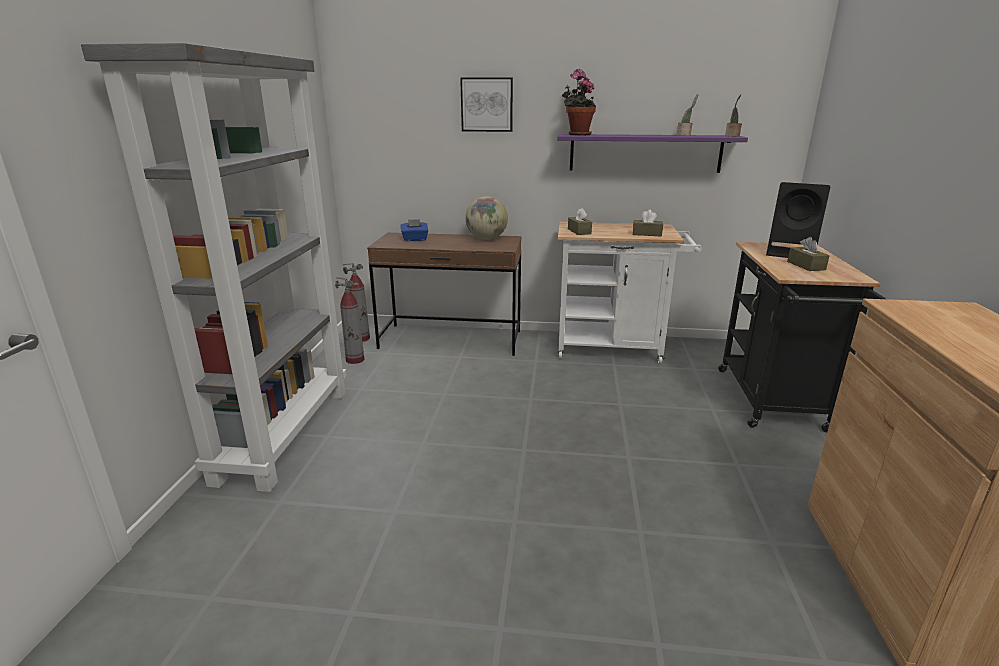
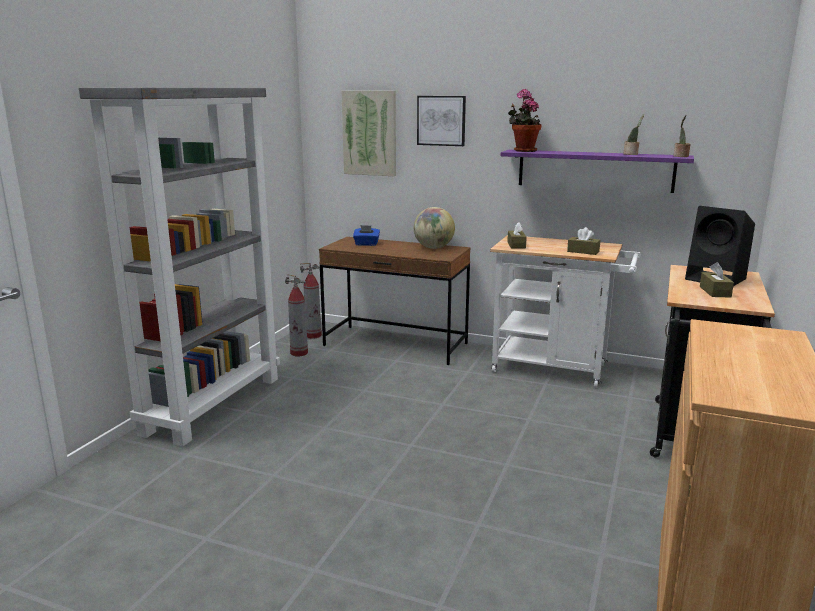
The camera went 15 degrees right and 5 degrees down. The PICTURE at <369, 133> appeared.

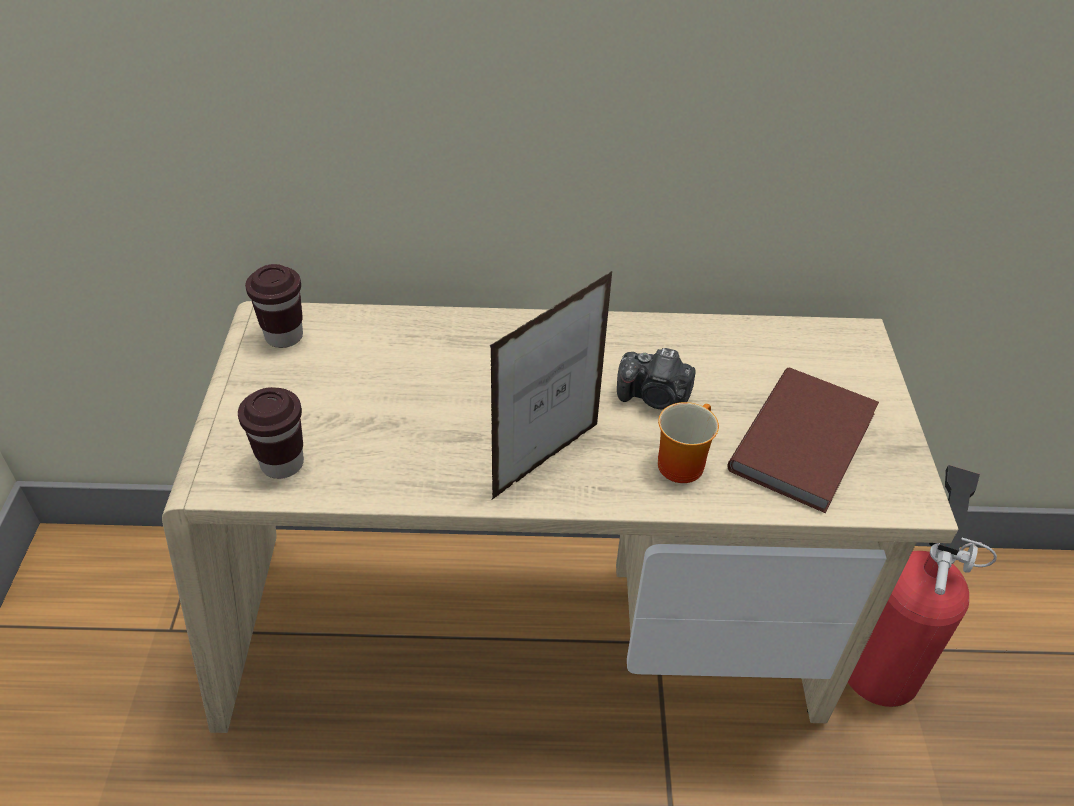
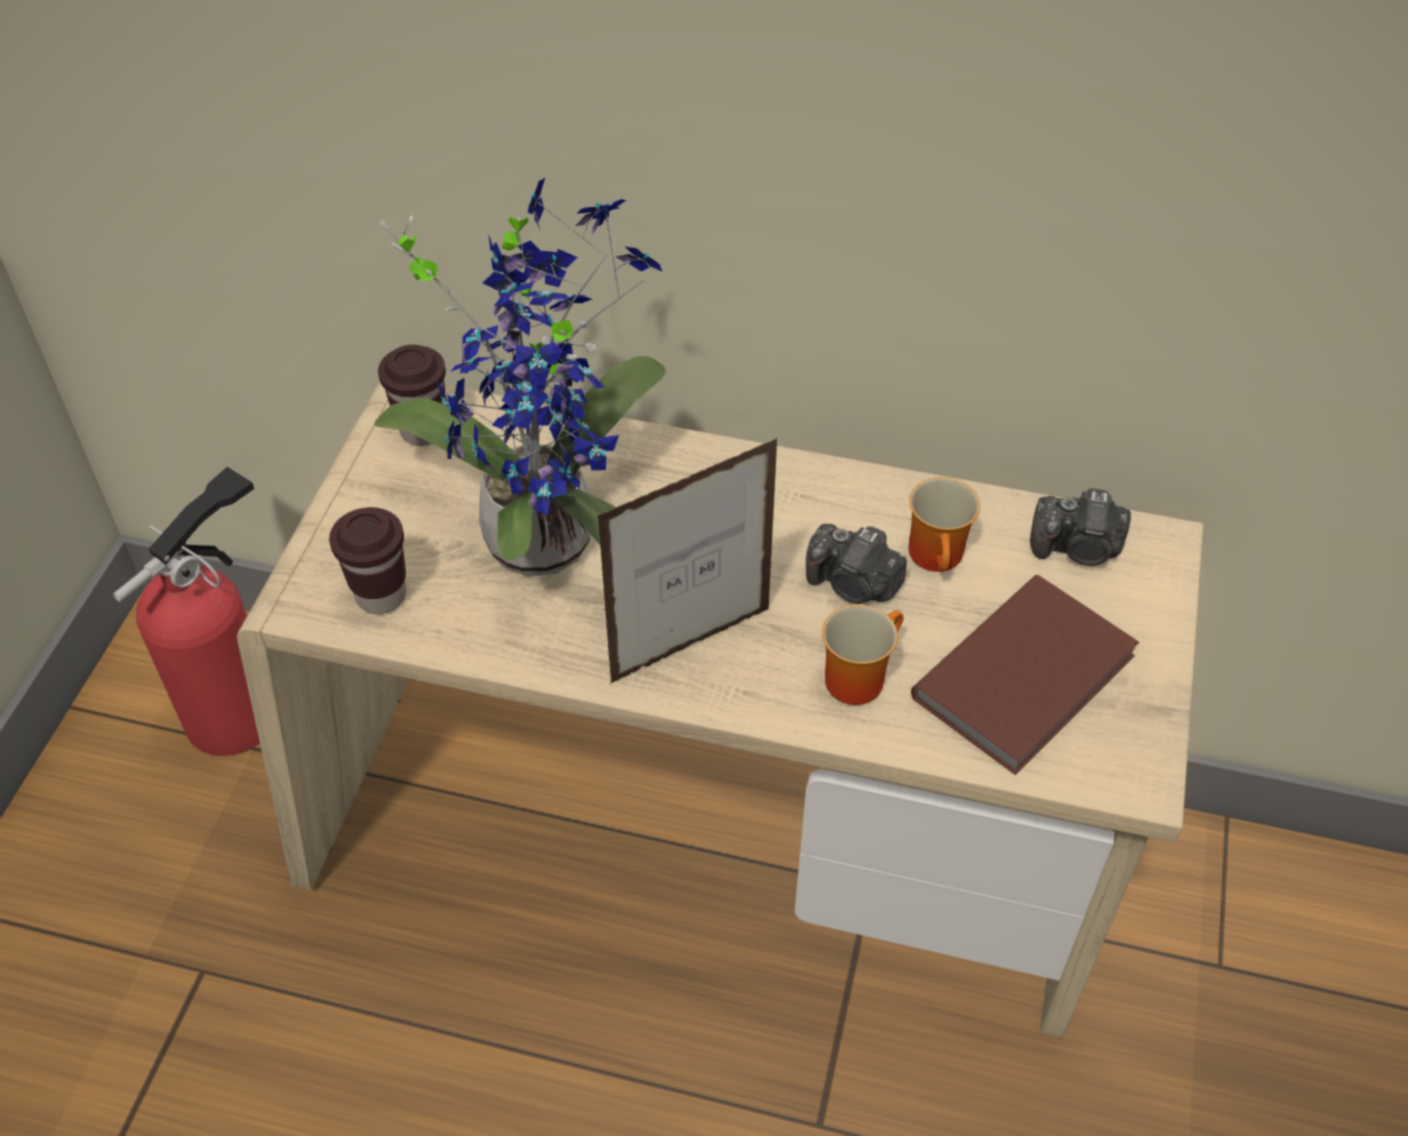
The camera went 15 degrees right and 5 degrees up. The FIRE EXTINGUISHER moved from <922, 586> to <186, 611>. The POTTED PLANT at <520, 377> appeared. The MUG at <944, 524> appeared. The PHOTO CAMERA at <1080, 527> appeared.

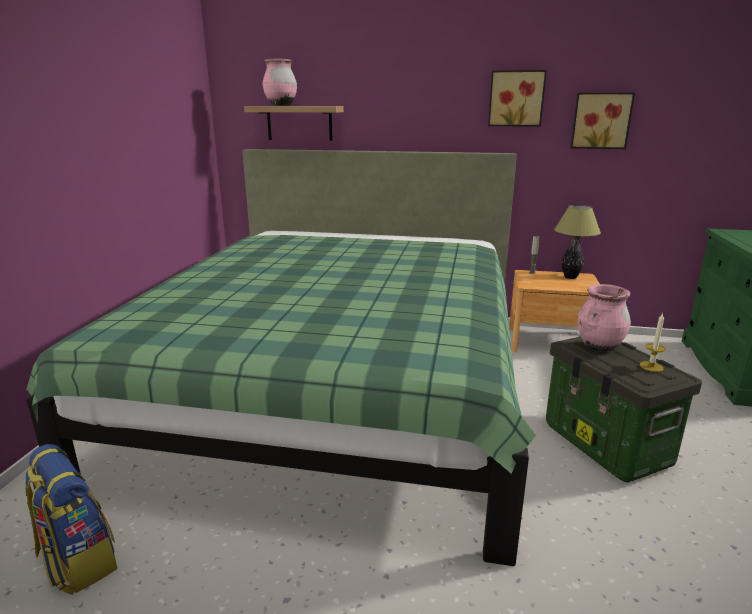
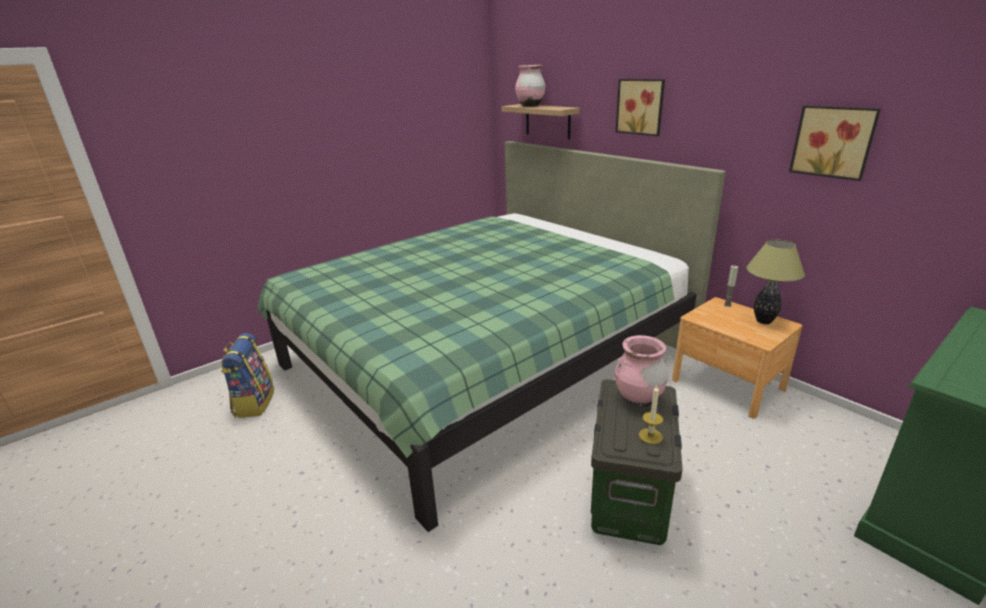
The camera went 40 degrees right and 5 degrees up. The PICTURE moved from <517, 98> to <640, 107>.

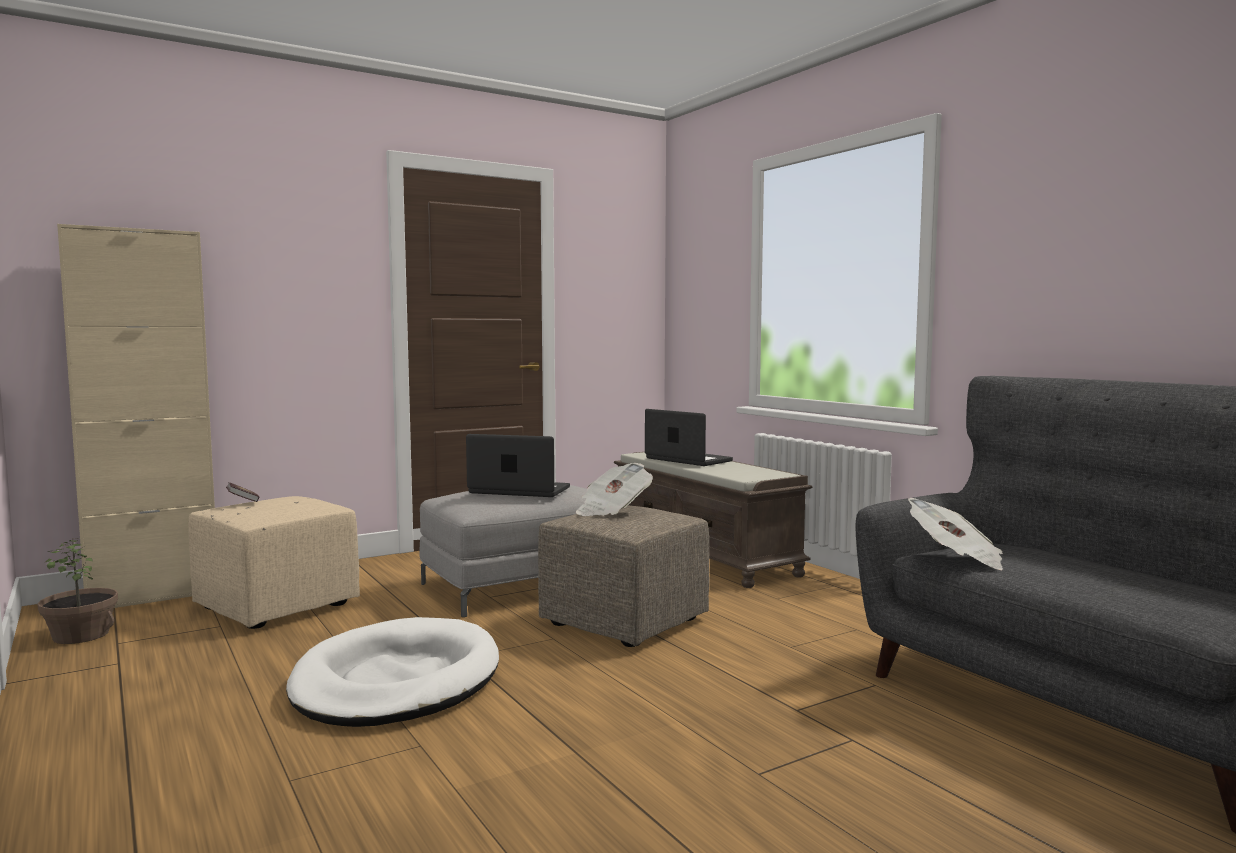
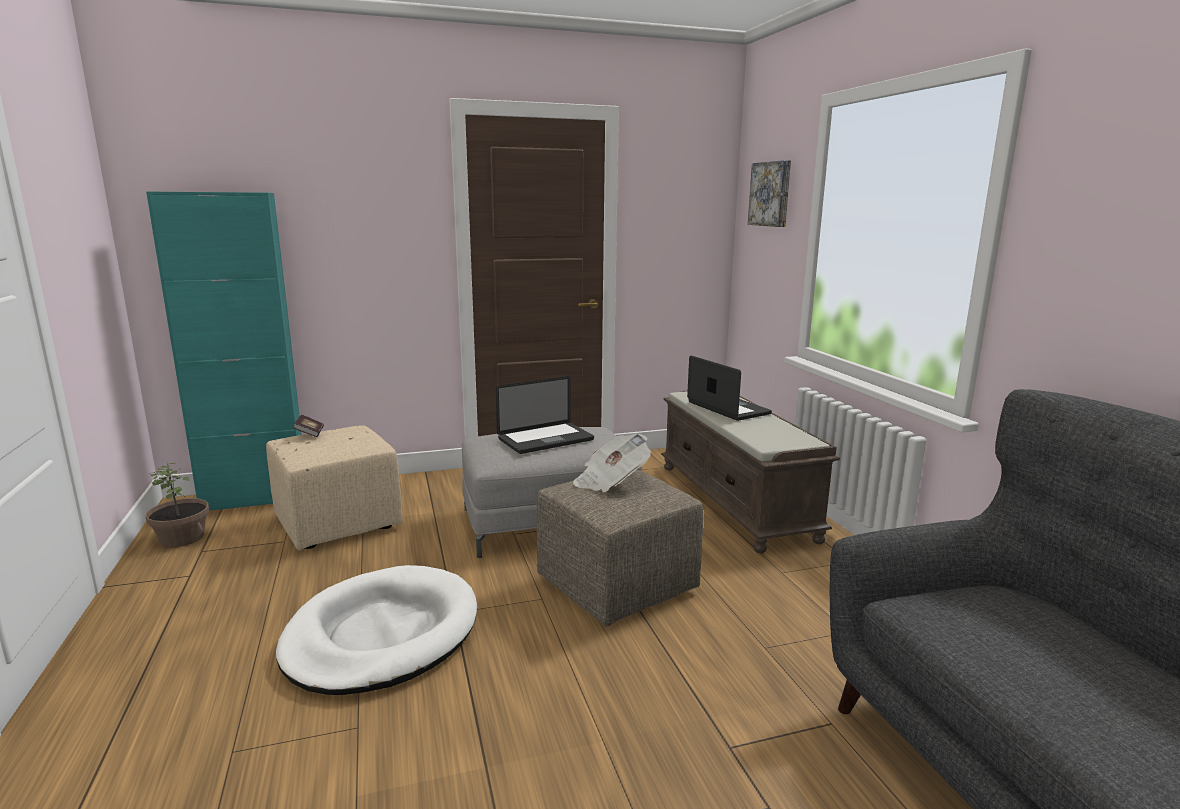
The camera went 15 degrees right and 10 degrees up. The BEIGE CABINET at <136, 416> became the TURQUOISE CABINET at <224, 351>. The LAPTOP at <518, 465> turned 120 degrees clockwise. The NEWSPAPER at <955, 534> disappeared. The PICTURE at <769, 193> appeared.

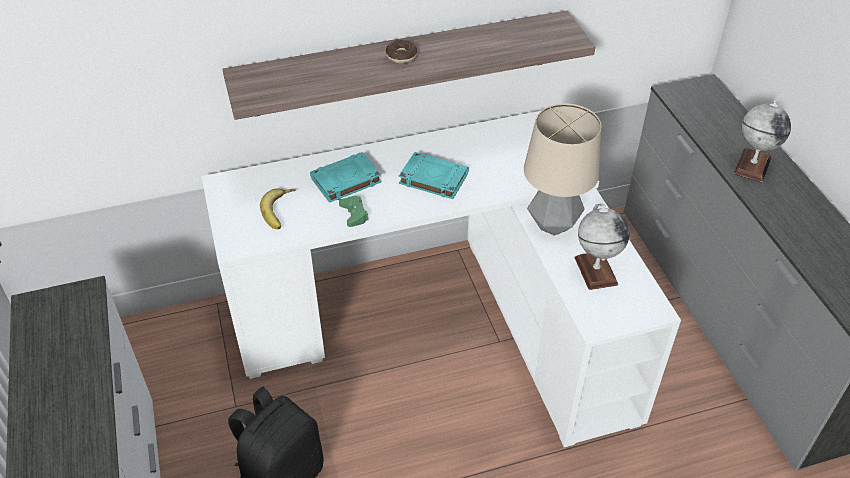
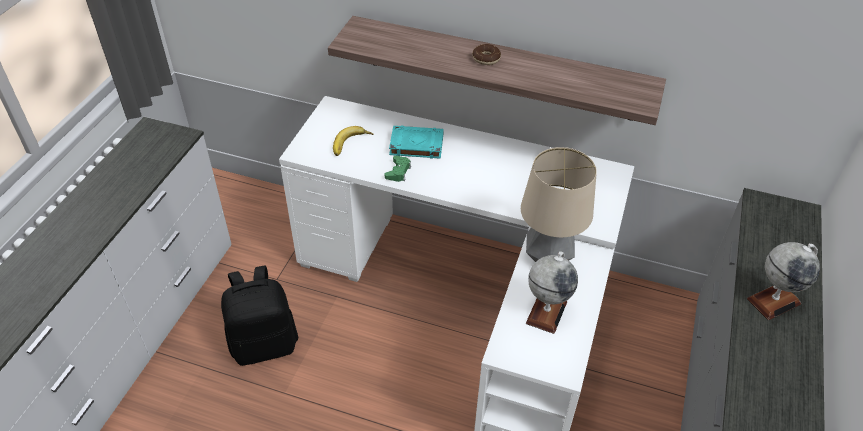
The camera went 35 degrees right and 0 degrees up. The TURQUOISE BOOK at <434, 175> disappeared.

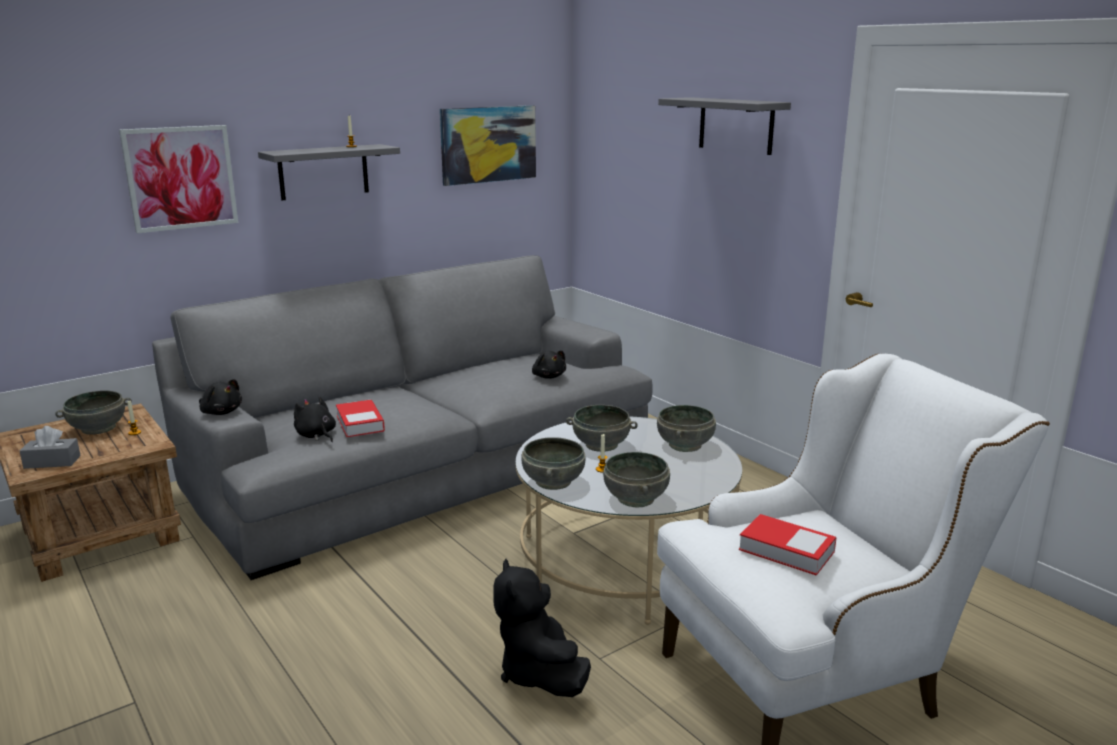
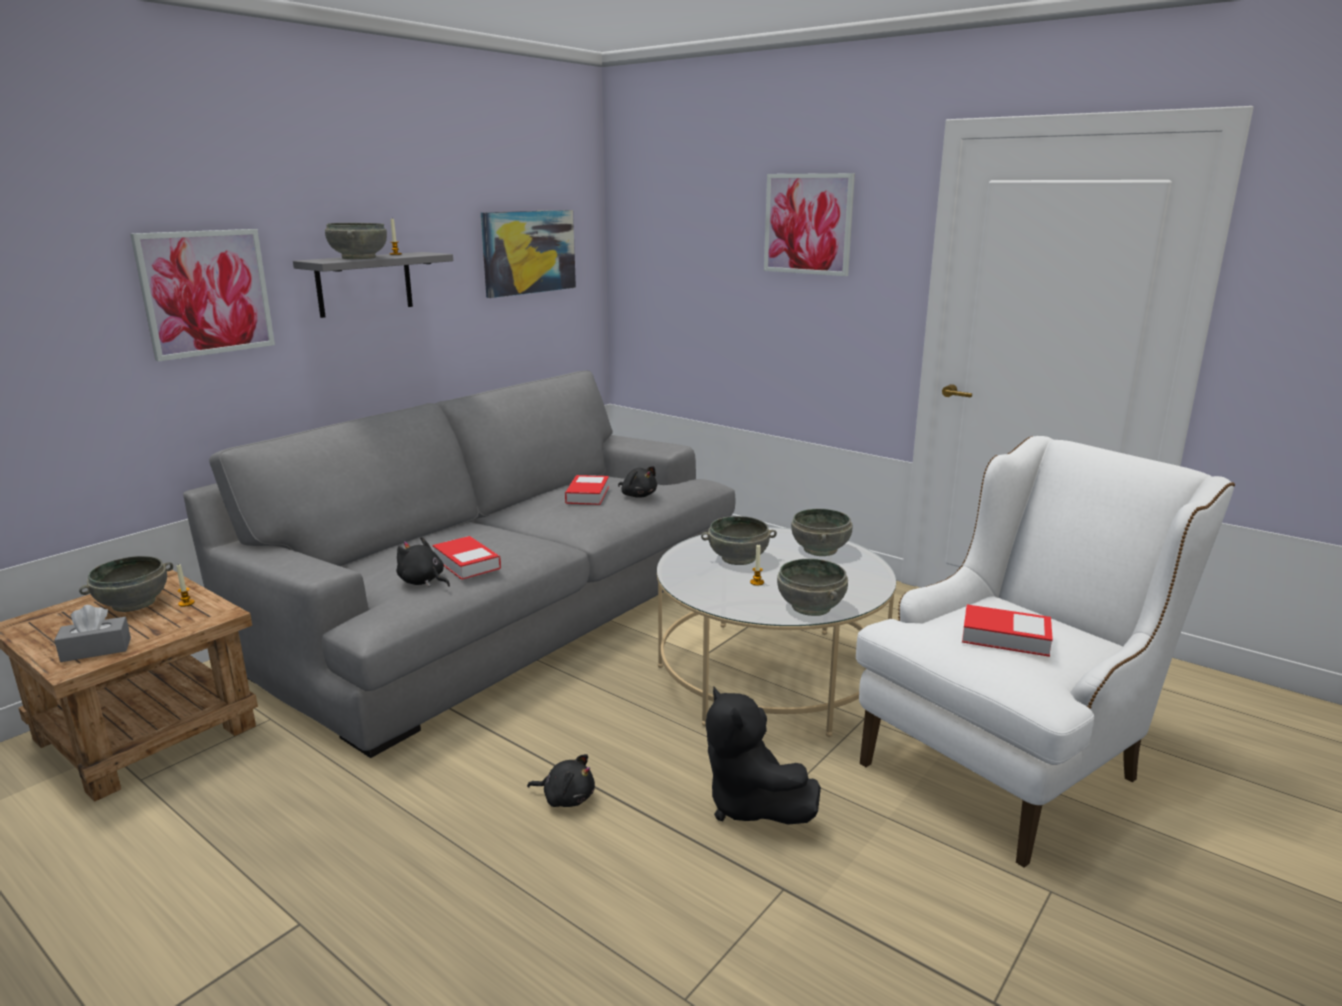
The camera went 15 degrees left and 0 degrees up. The GREY SHELF at <724, 126> was replaced by the PICTURE at <809, 224>. The BLACK PLUSH TOY moved from <220, 397> to <561, 780>. The GREY BOWL moved from <553, 463> to <356, 241>. The BOOK at <587, 490> appeared.

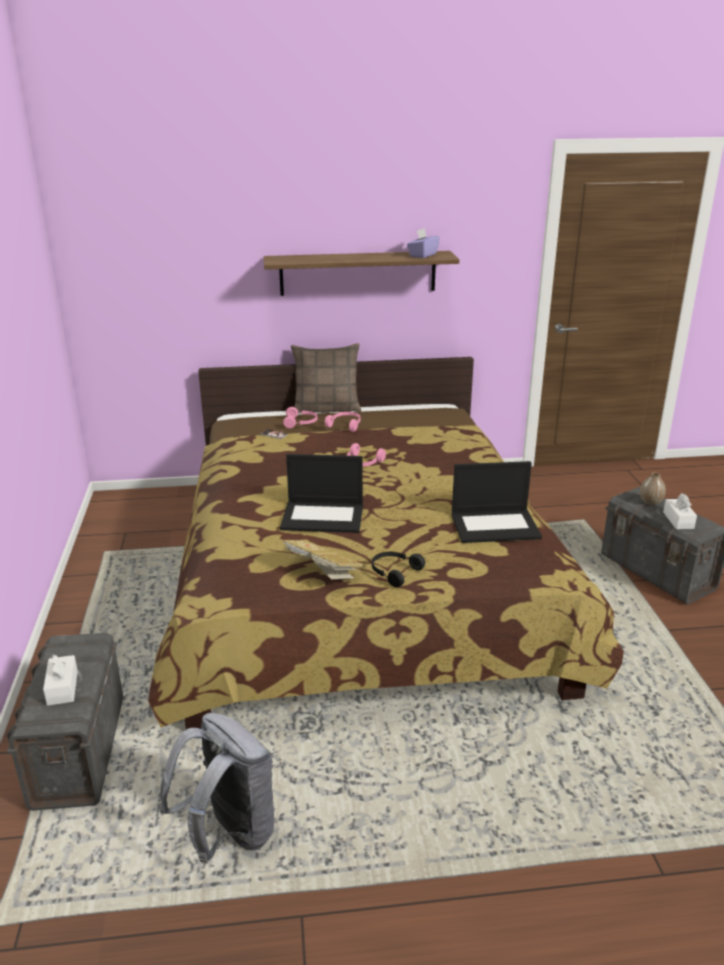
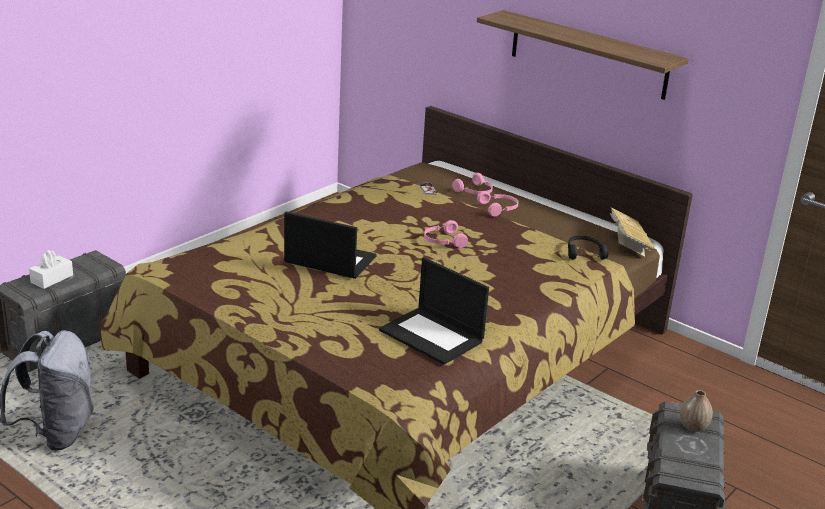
The camera went 45 degrees right and 0 degrees up. The PURPLE TISSUE BOX at <423, 243> disappeared. The PILLOW at <326, 378> disappeared. The LAPTOP at <321, 493> turned 150 degrees clockwise. The WHITE TISSUE BOX at <680, 511> disappeared. The BOOK moved from <322, 559> to <631, 231>. The BLACK HEADPHONES moved from <398, 569> to <588, 248>.

